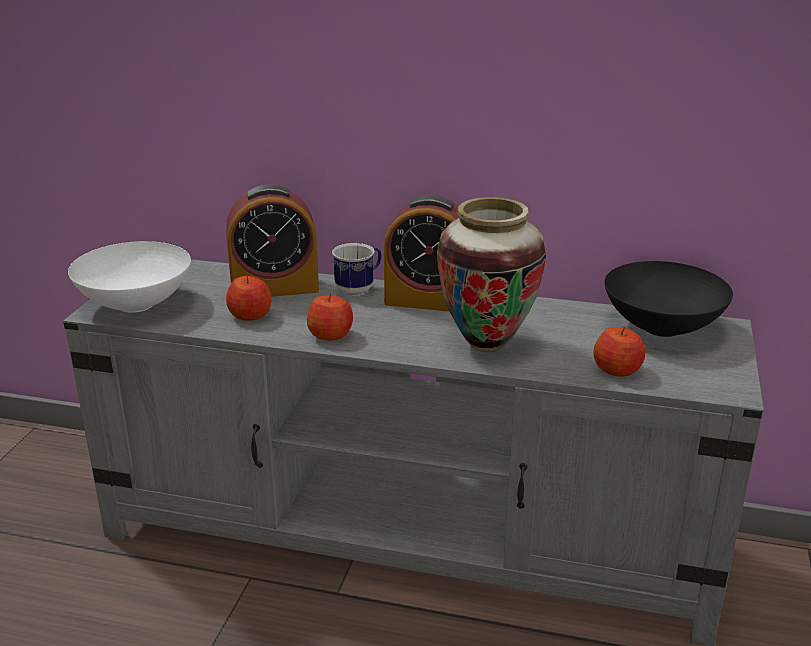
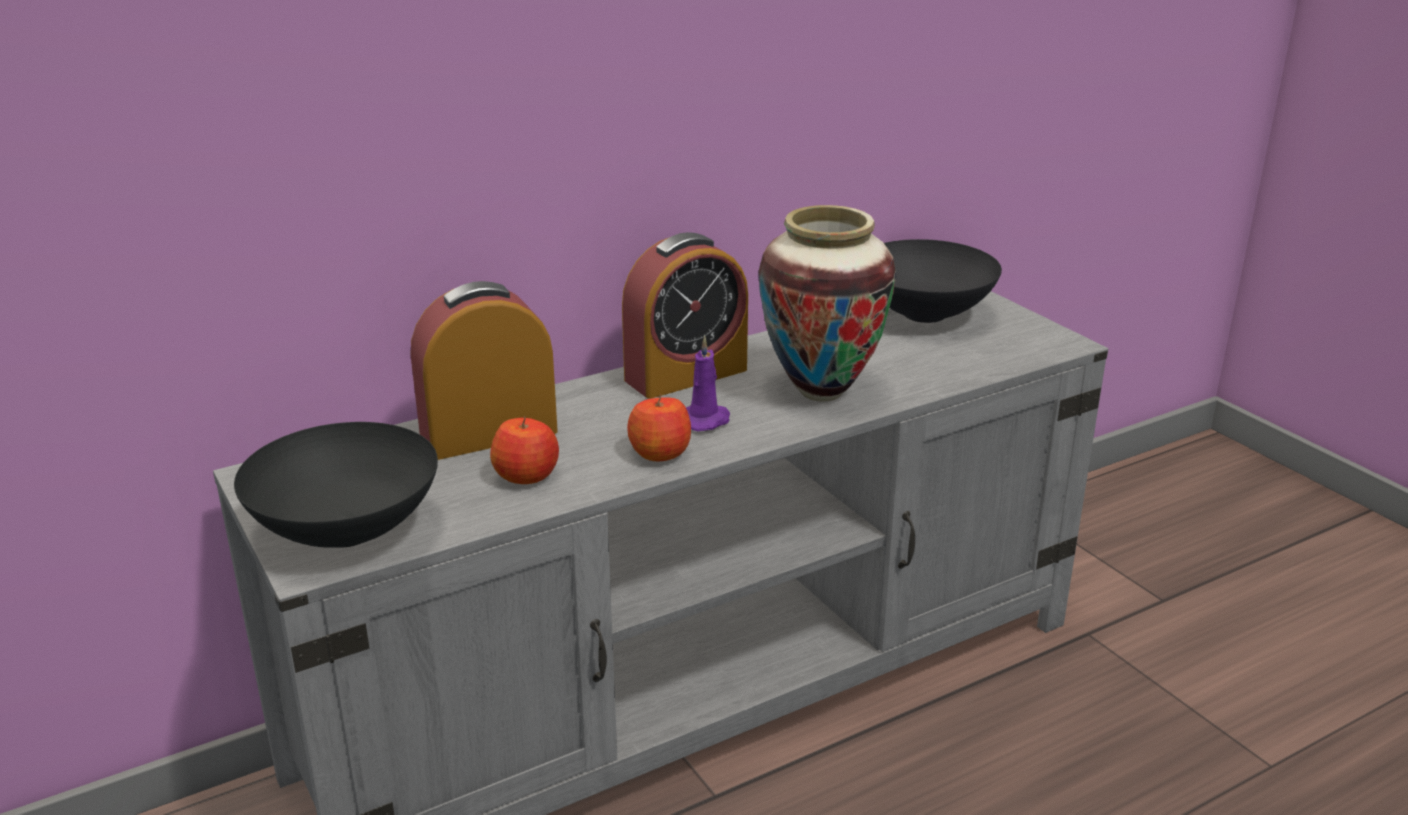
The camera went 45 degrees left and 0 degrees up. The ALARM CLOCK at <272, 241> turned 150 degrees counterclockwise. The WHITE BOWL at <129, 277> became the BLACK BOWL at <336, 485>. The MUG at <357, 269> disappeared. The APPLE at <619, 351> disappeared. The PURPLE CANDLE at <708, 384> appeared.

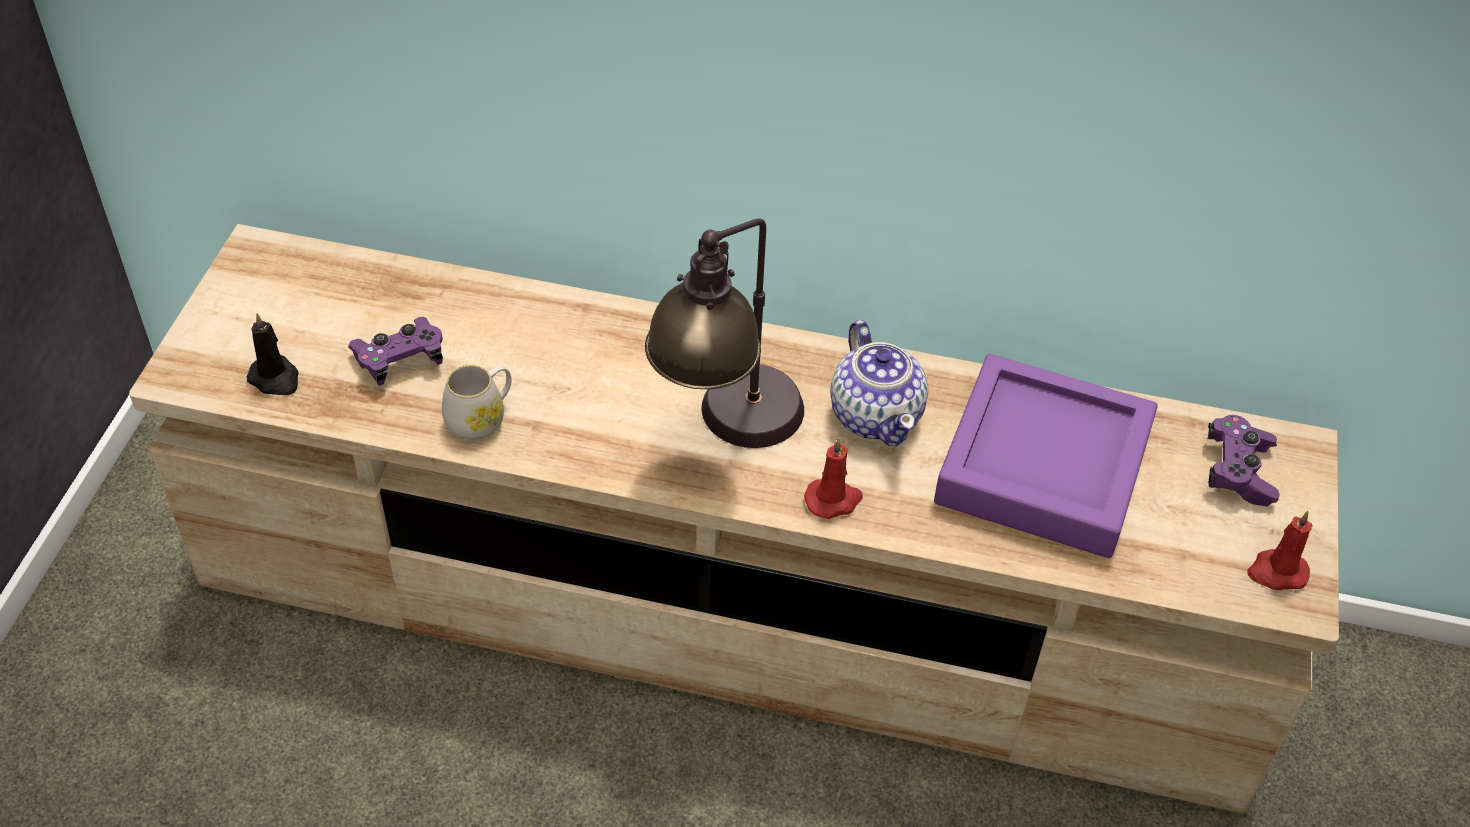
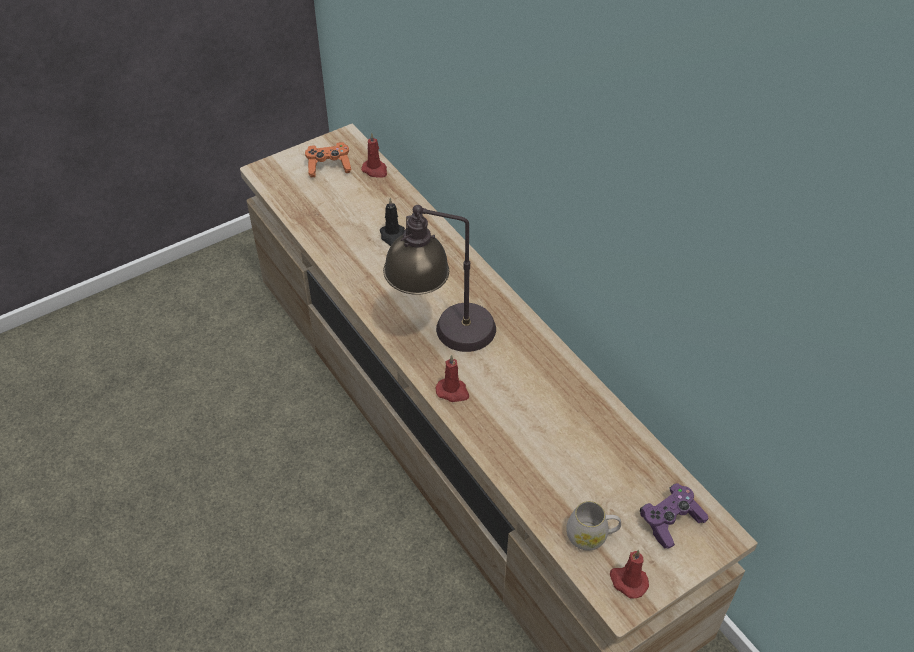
The camera went 45 degrees right and 0 degrees up. The BLACK CANDLE moved from <273, 354> to <392, 222>. The PURPLE GAME CONTROLLER at <395, 351> disappeared. The TEAPOT at <879, 383> disappeared. The PURPLE TRAY at <1046, 456> disappeared. The WHITE MUG moved from <477, 402> to <593, 525>. The RED CANDLE at <374, 155> appeared. The ORANGE GAME CONTROLLER at <328, 159> appeared.

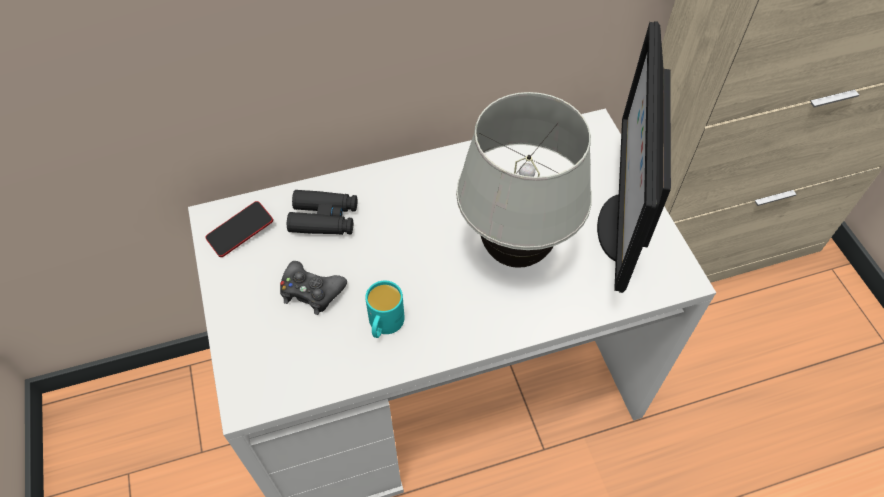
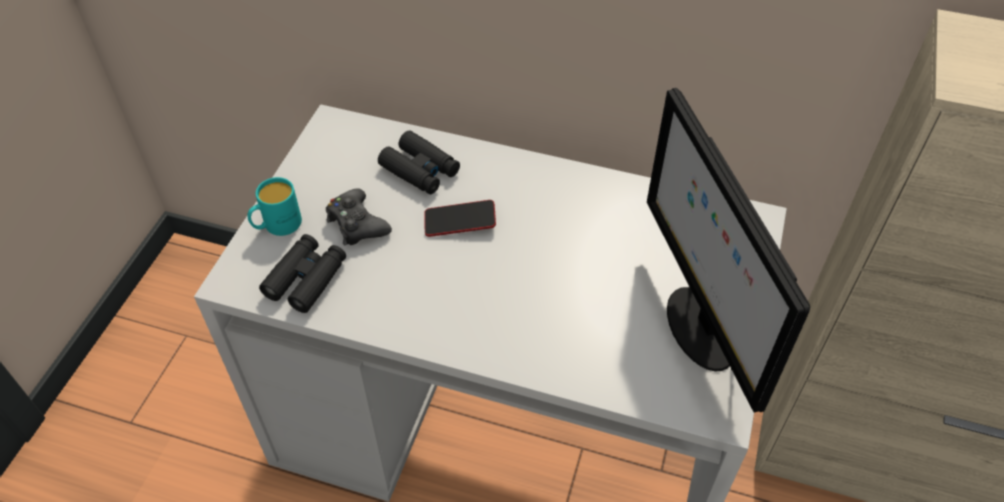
The camera went 35 degrees right and 5 degrees down. The MONITOR at <634, 157> turned 60 degrees counterclockwise. The WHITE TABLE LAMP at <524, 180> disappeared. The PHONE moved from <239, 229> to <460, 218>. The TURQUOISE MUG moved from <385, 309> to <274, 206>. The BLACK BINOCULARS at <302, 273> appeared.

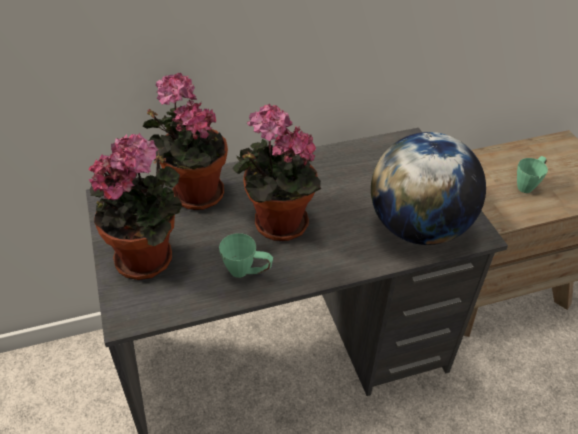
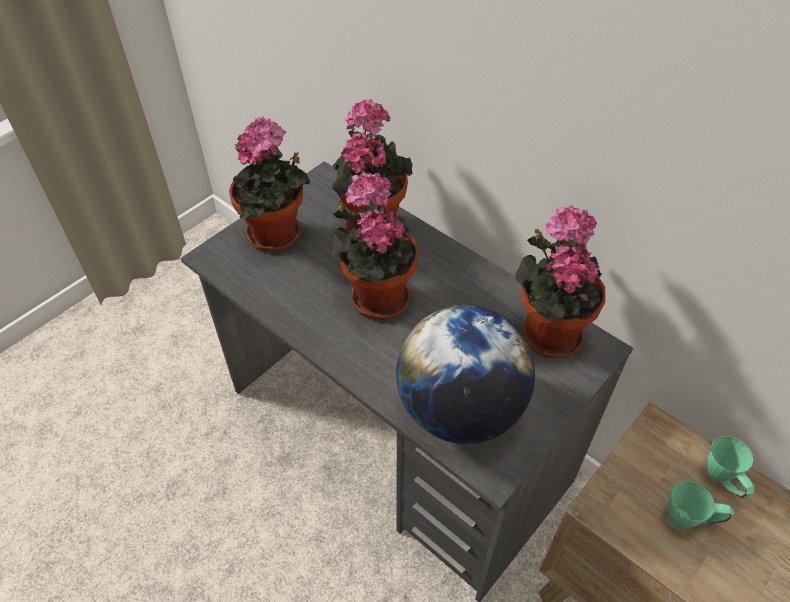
The camera went 60 degrees right and 5 degrees up. The GREEN MUG moved from <246, 255> to <731, 467>. The POTTED PLANT at <560, 282> appeared.

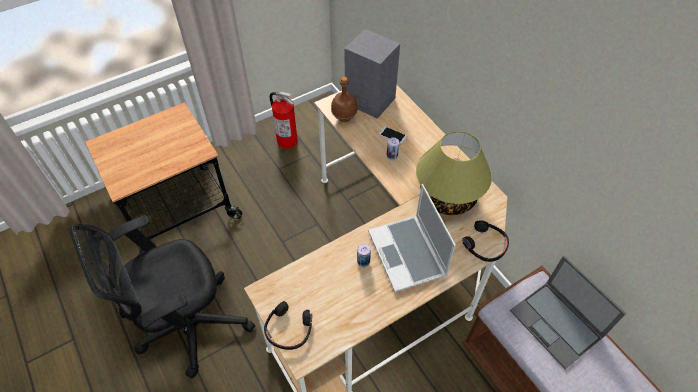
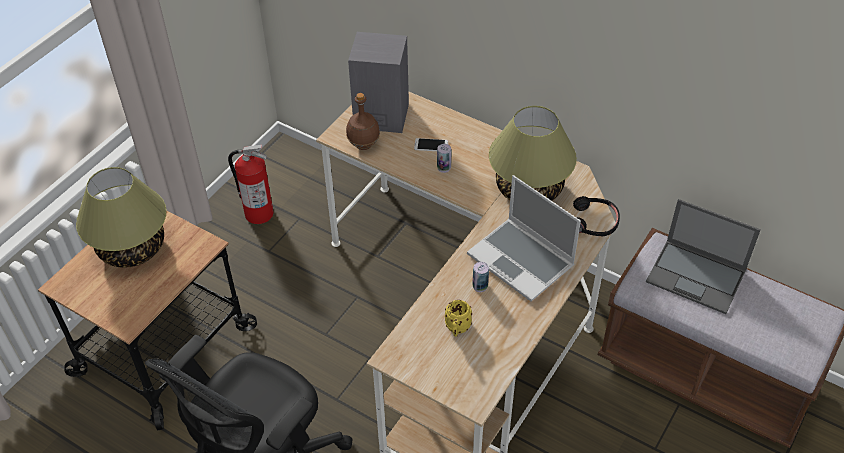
The camera went 25 degrees left and 5 degrees down. The BLACK HEADPHONES at <288, 325> disappeared. The TABLE LAMP at <121, 217> appeared. The YELLOW MUG at <458, 318> appeared.

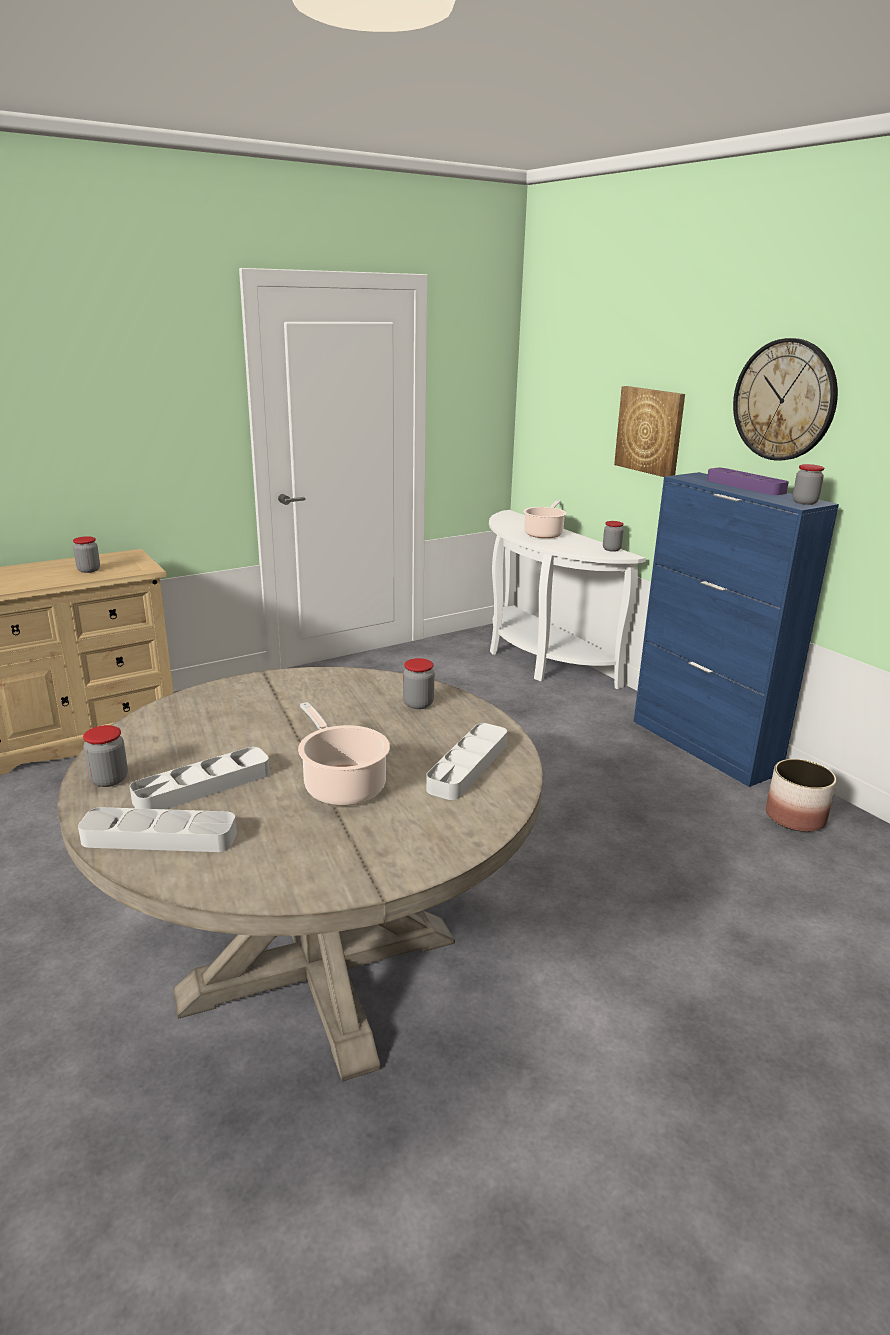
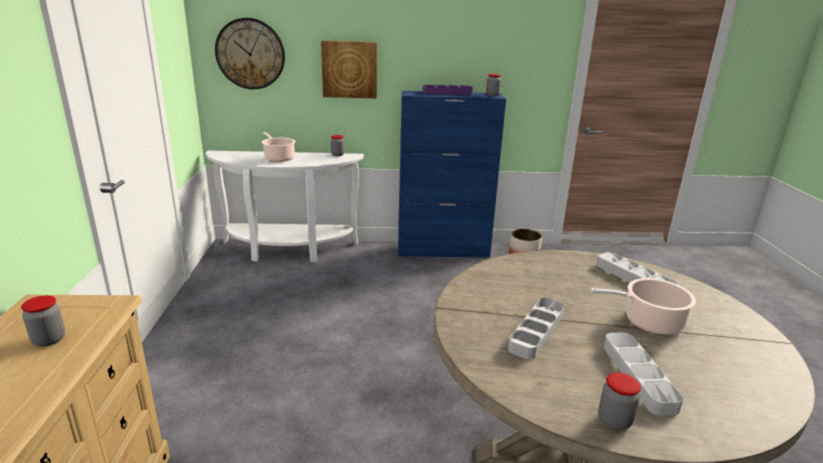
The camera went 60 degrees left and 0 degrees up. The WALL CLOCK moved from <785, 399> to <250, 53>. The JAR at <418, 683> disappeared. The GREY TRAY moved from <157, 829> to <536, 328>.

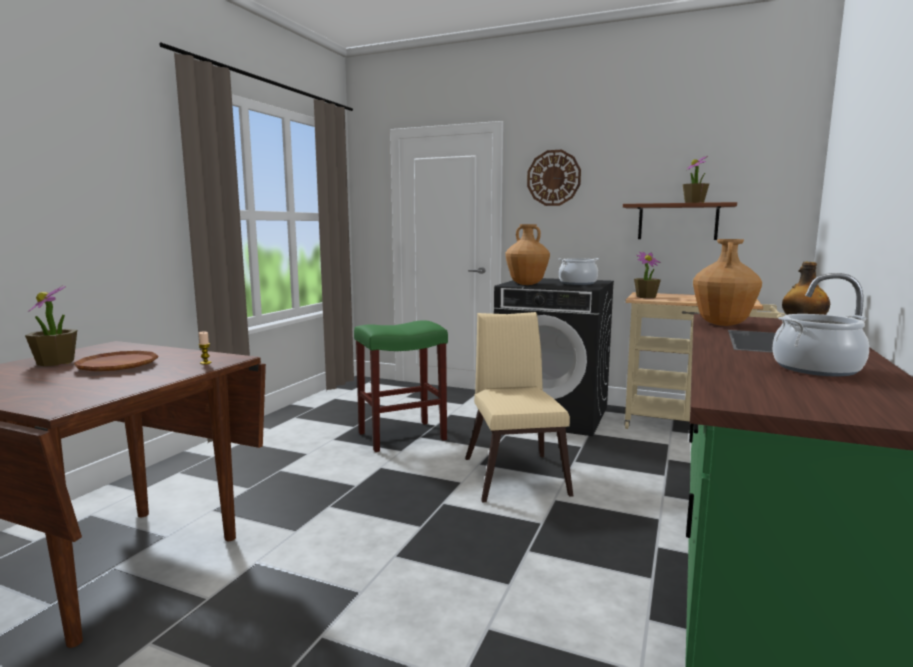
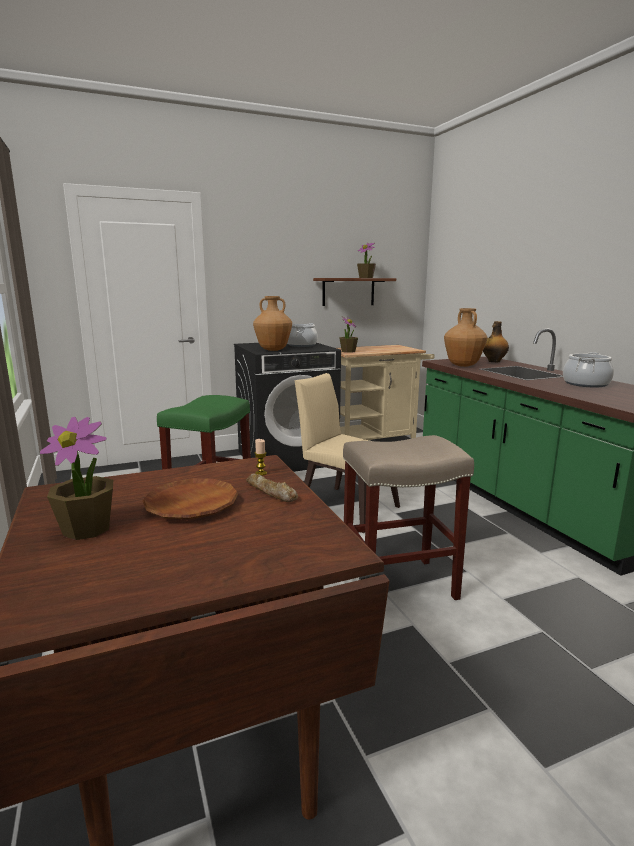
The camera went 45 degrees left and 5 degrees up. The WALL CLOCK at <554, 178> disappeared. The BEIGE STOOL at <408, 517> appeared. The BREAD at <272, 487> appeared.

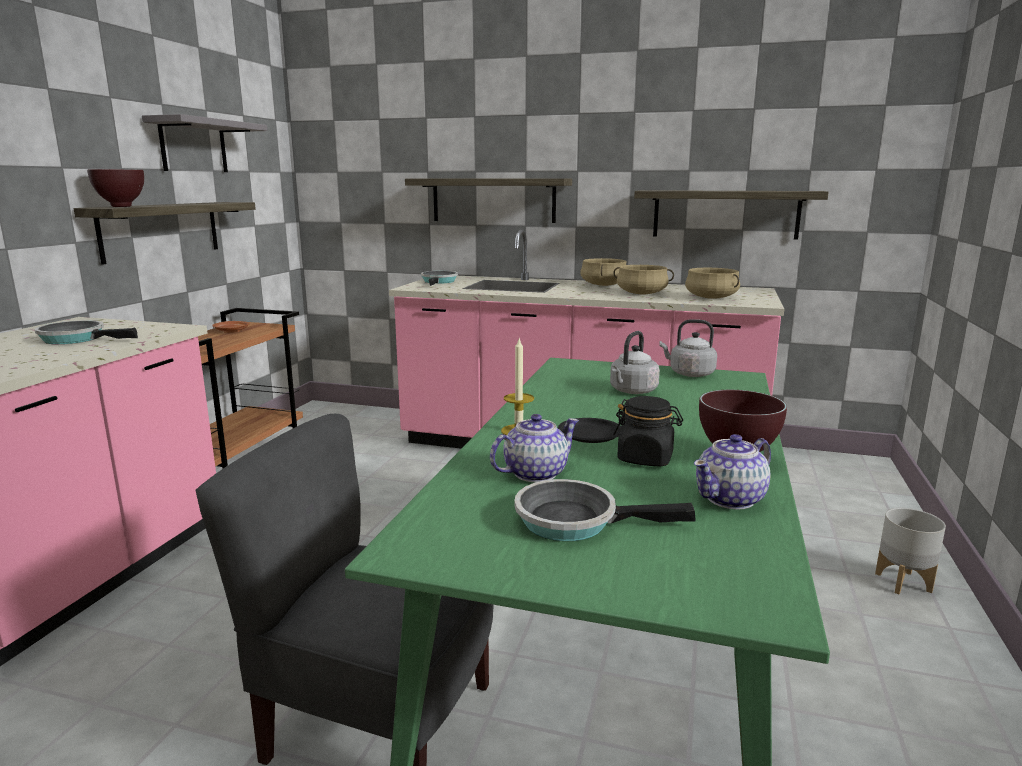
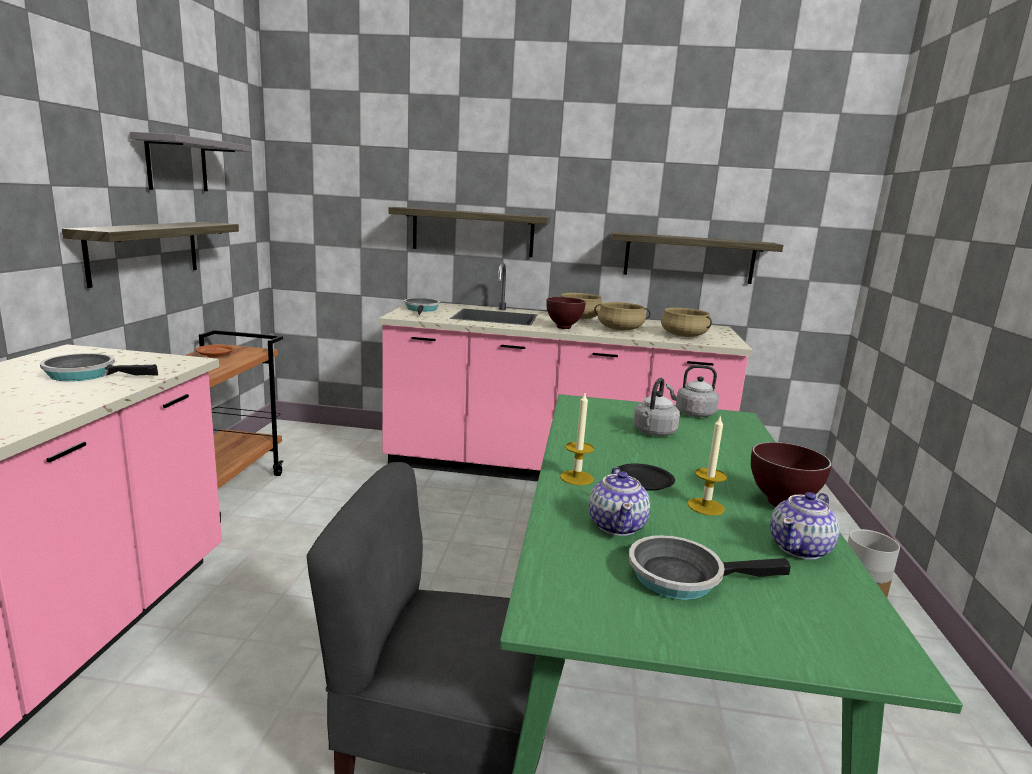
The camera went 10 degrees left and 0 degrees up. The BROWN BOWL moved from <115, 188> to <566, 313>. The BLACK JAR at <648, 431> was replaced by the CANDLE at <707, 465>. The TEAPOT at <534, 448> turned 135 degrees clockwise.

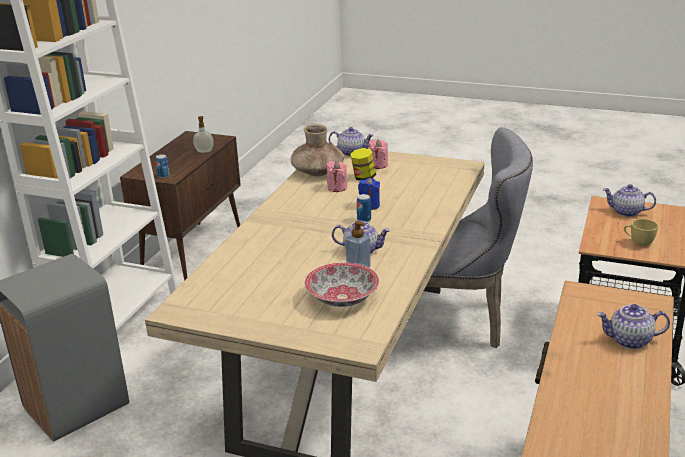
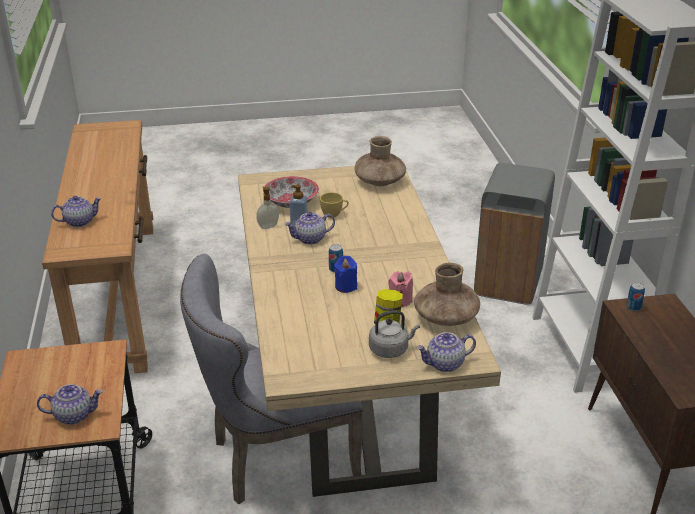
The camera went 150 degrees right and 5 degrees up. The SOAP DISPENSER moved from <203, 134> to <267, 208>. The PINK CANDLE at <378, 154> was replaced by the GREY KETTLE at <394, 334>. The YELLOW CUP moved from <641, 233> to <334, 205>. The BROWN VASE at <380, 161> appeared.

